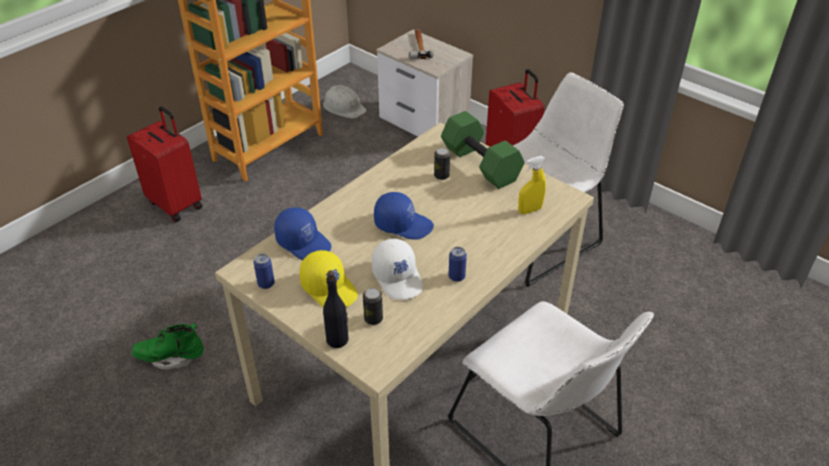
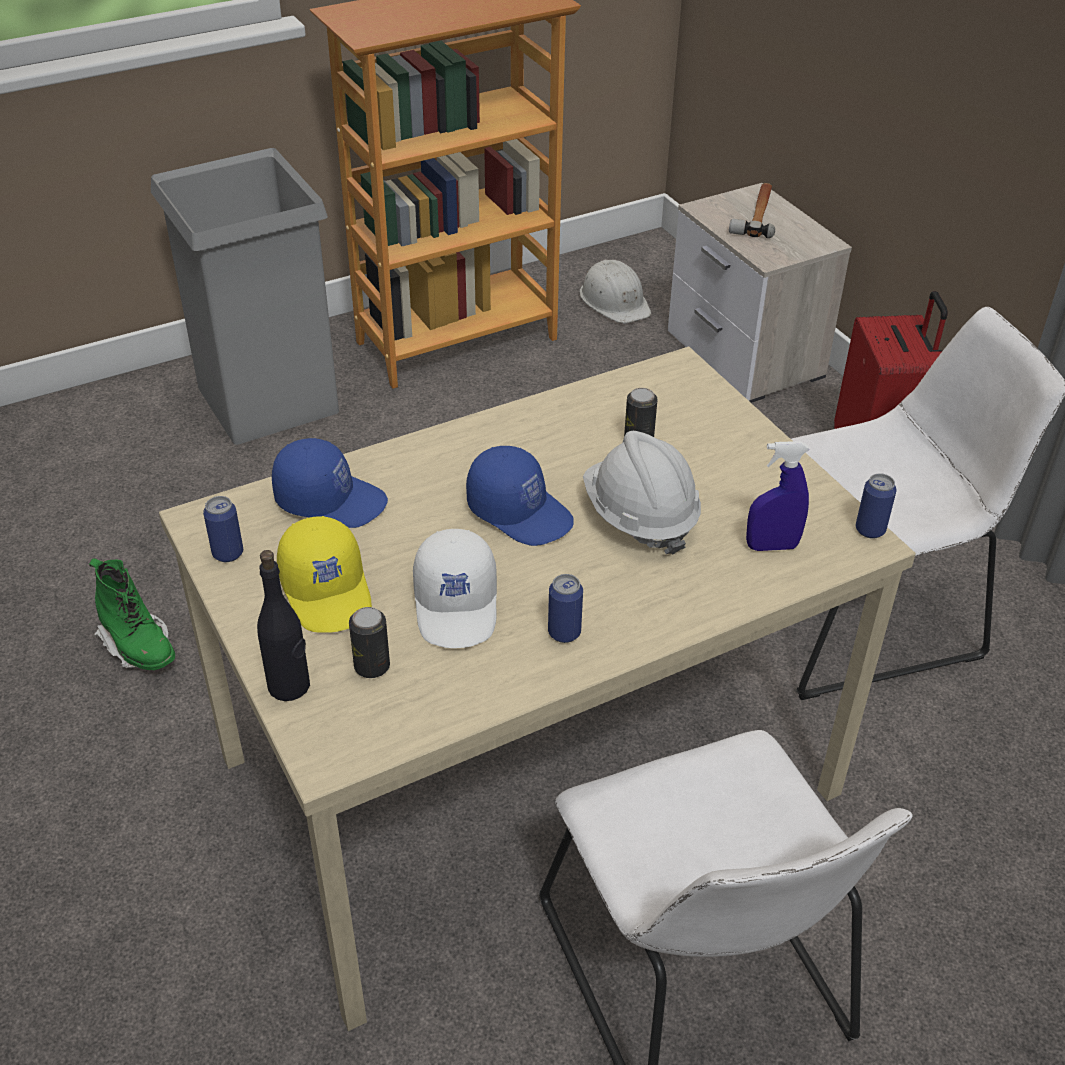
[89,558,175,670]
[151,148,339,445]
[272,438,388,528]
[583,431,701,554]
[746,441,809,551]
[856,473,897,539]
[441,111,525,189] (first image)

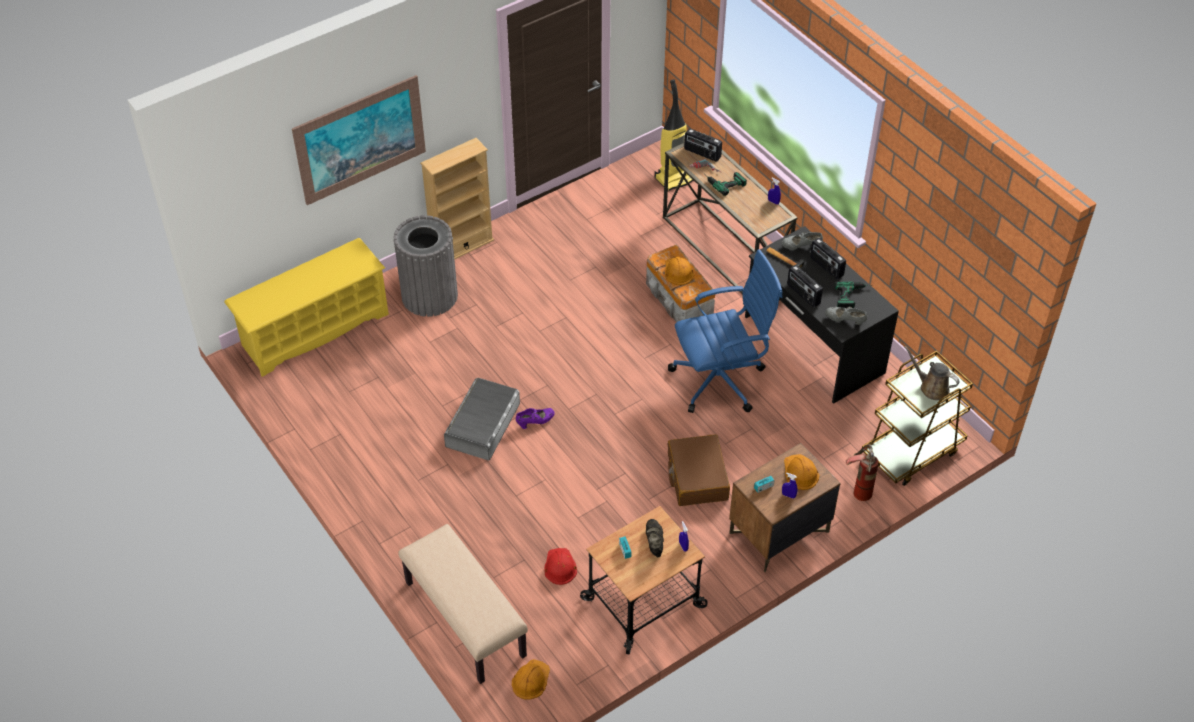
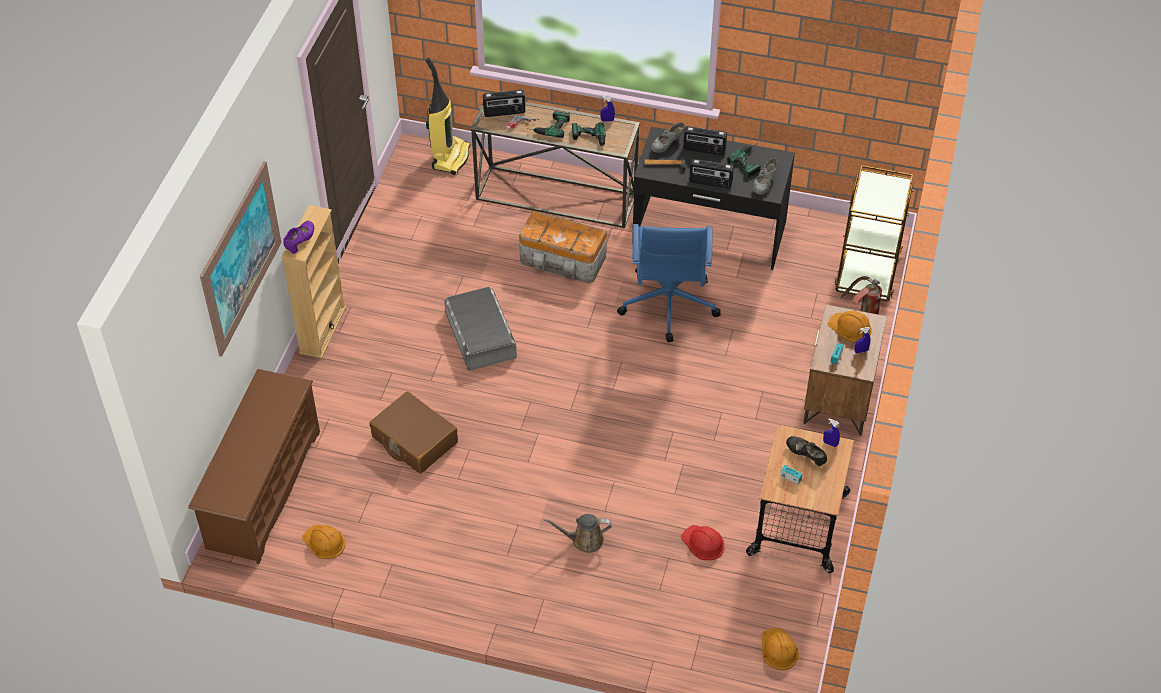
[188,369,320,564]
[283,221,314,254]
[302,525,345,559]
[370,391,458,474]
[444,287,517,371]
[544,514,612,553]
[572,122,606,151]
[617,224,721,342]
[753,158,778,195]
[394,215,458,317] (first image)
[398,524,528,684] (first image)

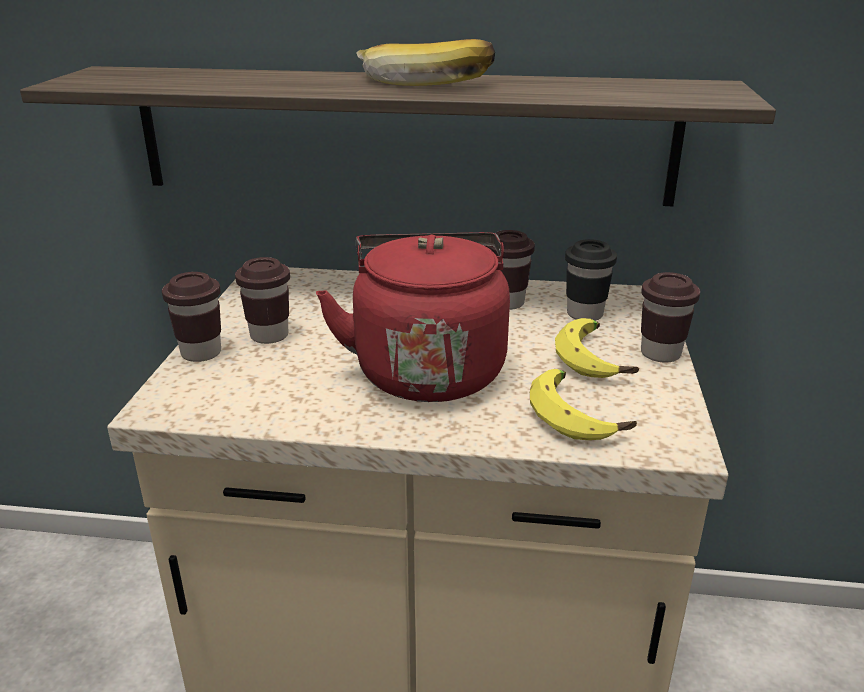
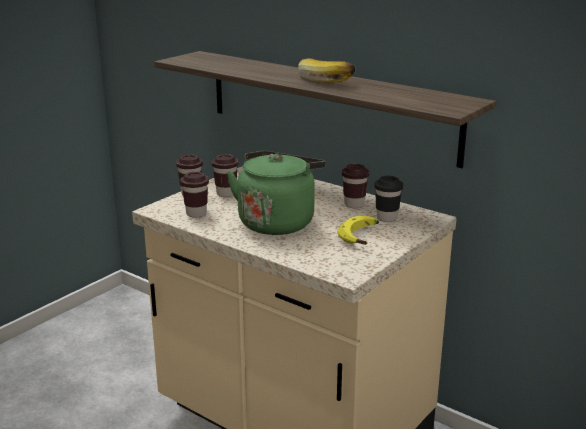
[180,172,209,218]
[226,151,326,235]
[530,369,637,440] (first image)

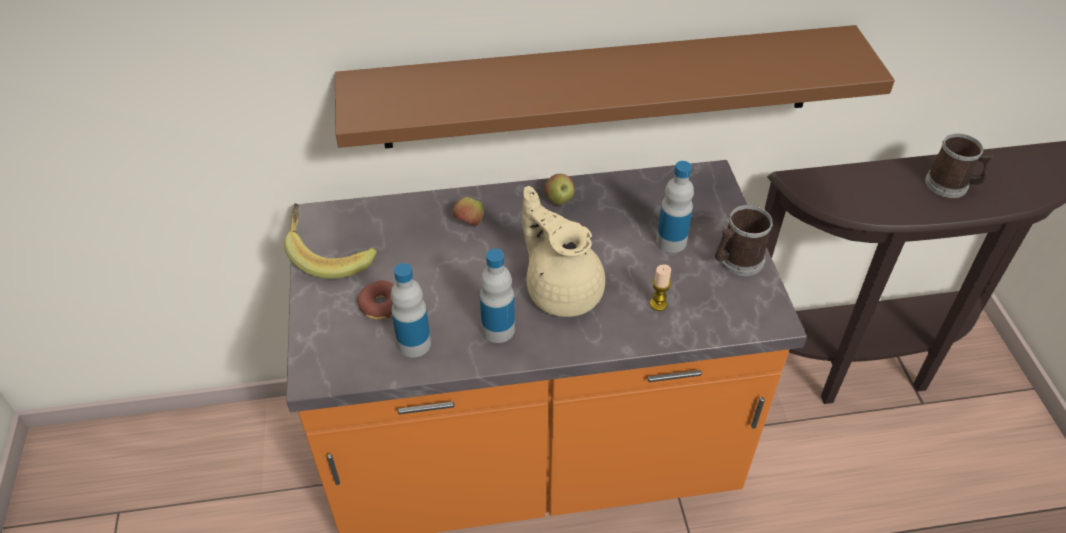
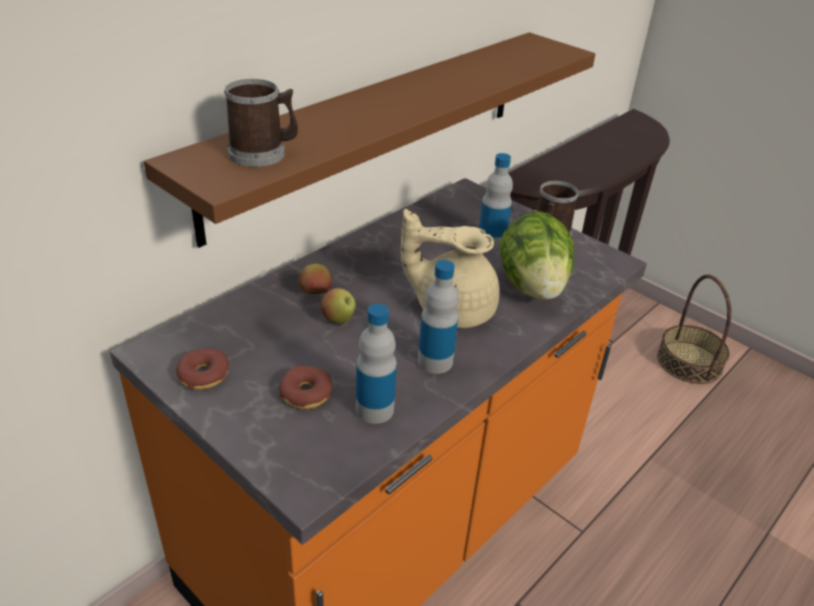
[176,349,229,390]
[224,79,298,167]
[321,288,356,324]
[499,211,574,300]
[657,274,731,384]

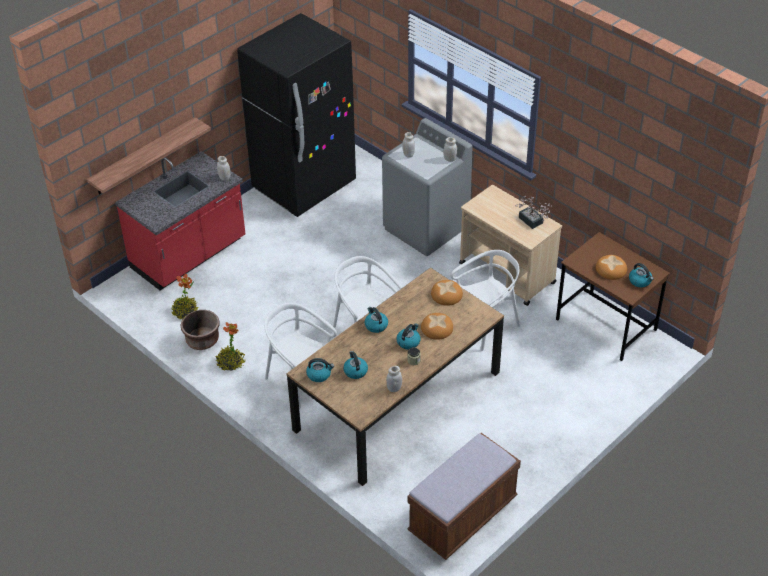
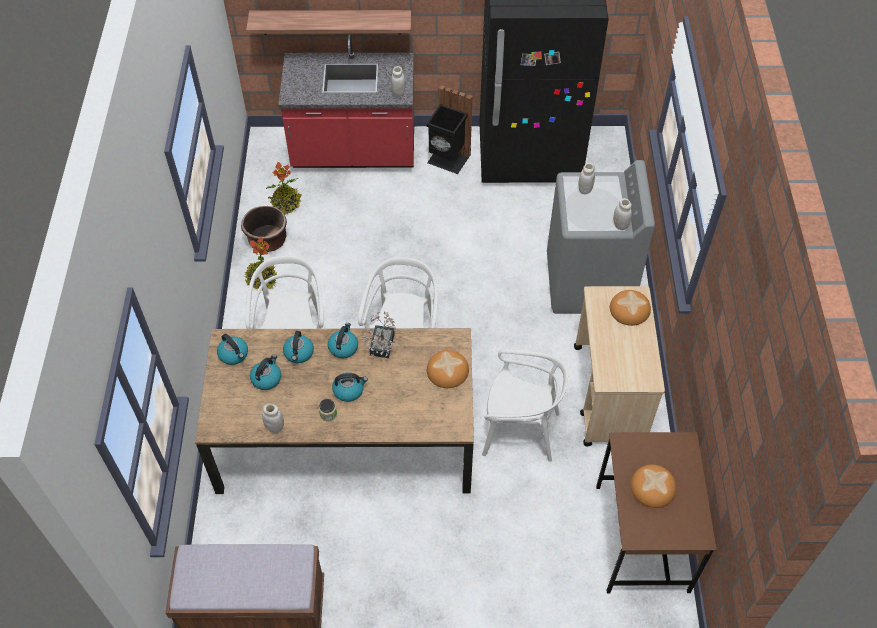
[283,331,314,363]
[362,311,397,358]
[426,85,473,174]
[610,290,651,326]

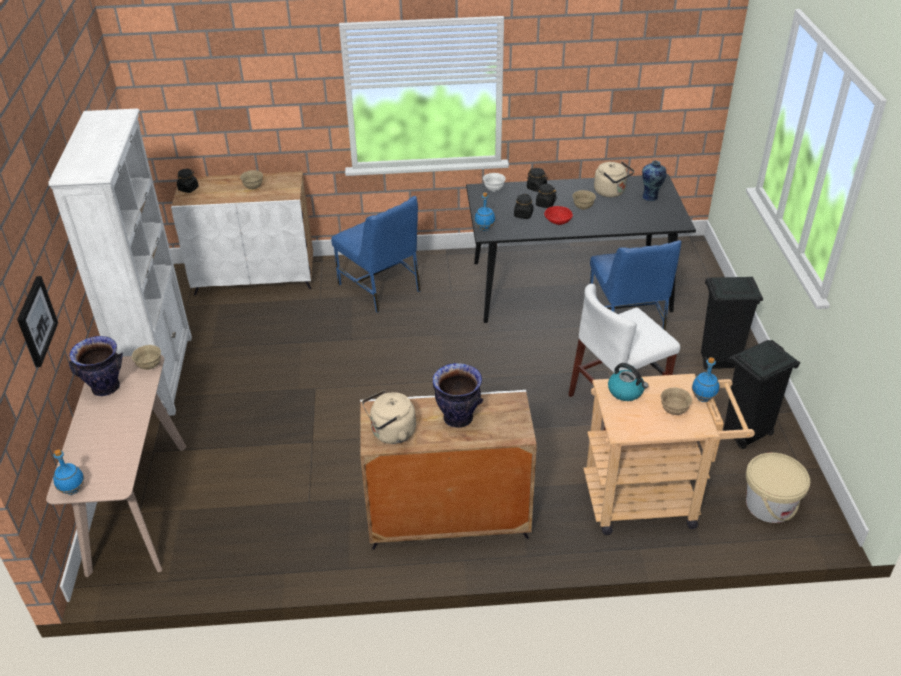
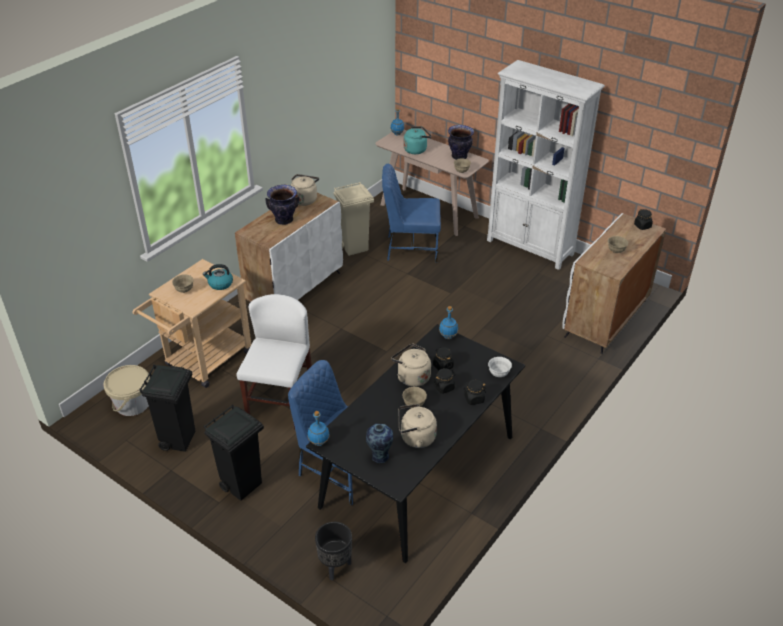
[308,411,330,446]
[315,522,352,580]
[333,182,374,256]
[382,164,441,263]
[391,343,431,387]
[404,126,431,154]
[17,276,58,367] (first image)

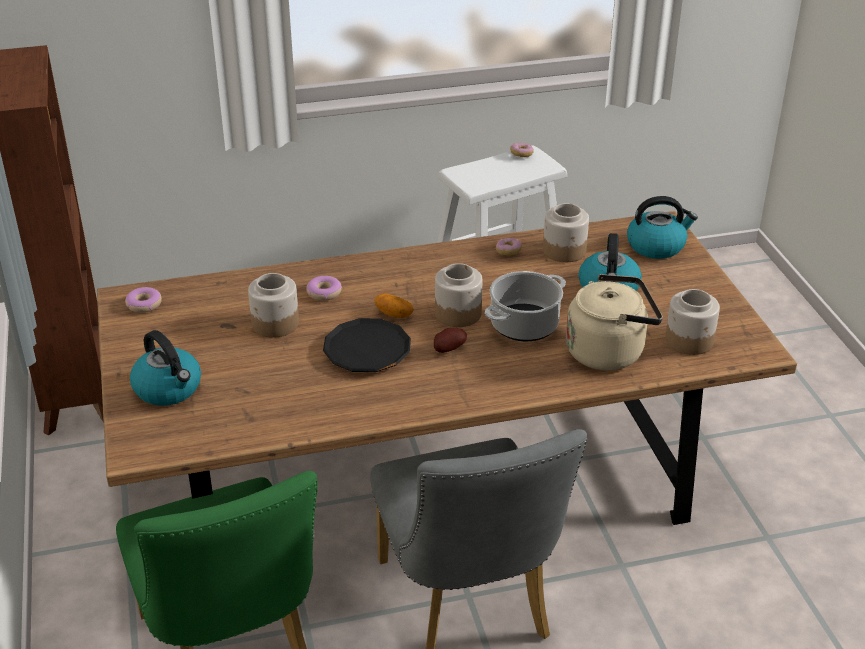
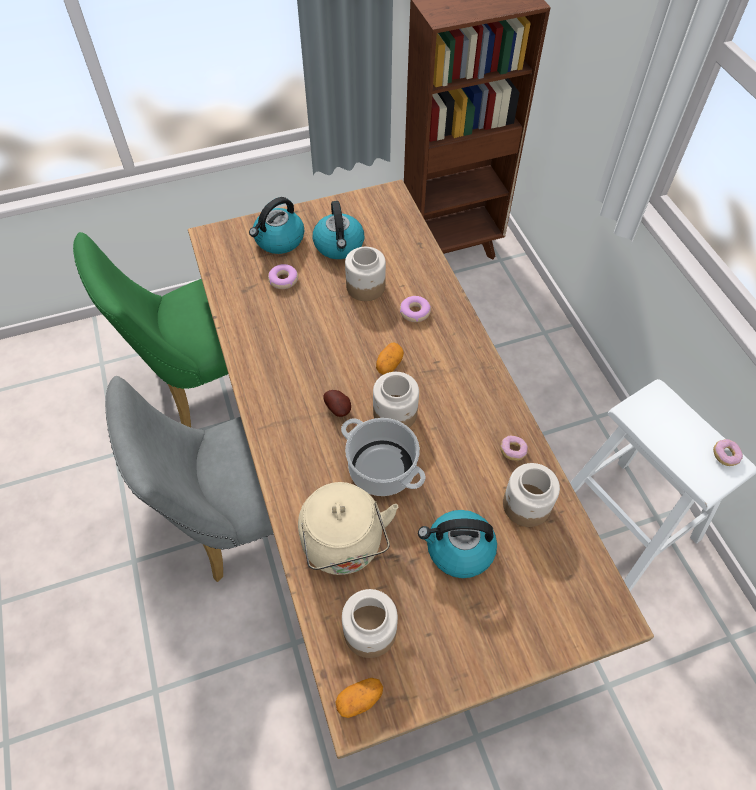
[268,264,298,289]
[313,201,364,259]
[336,678,383,718]
[323,318,411,372] (first image)

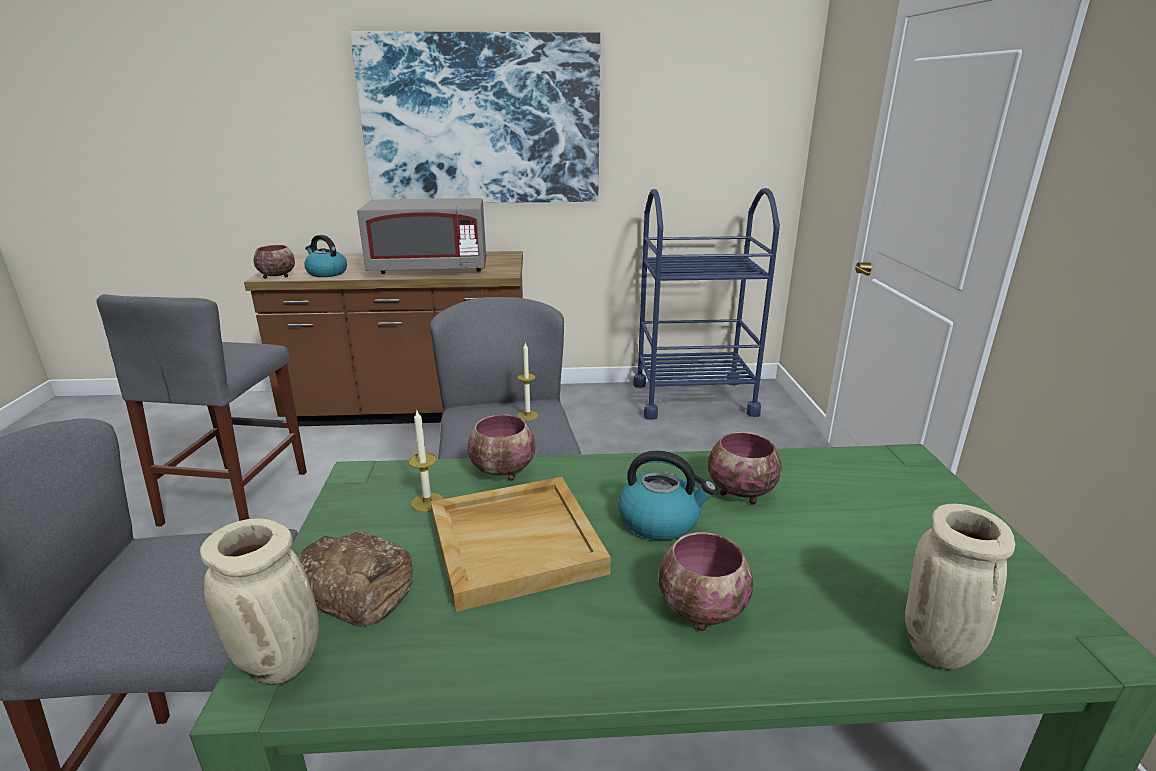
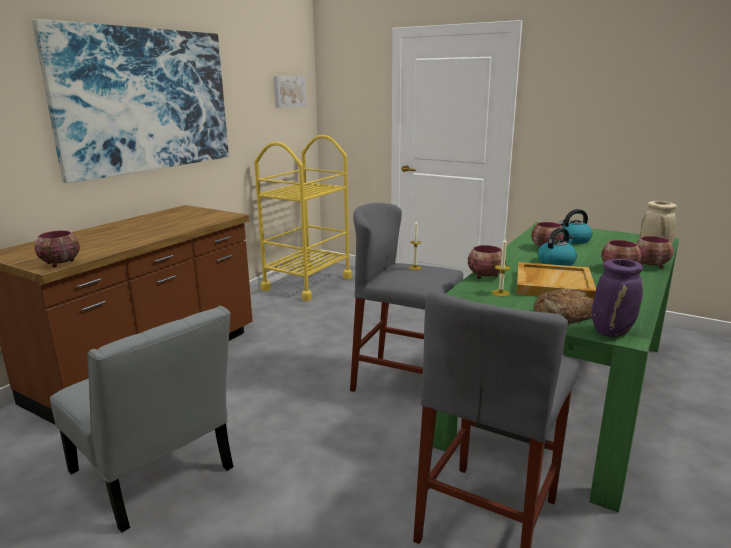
[50,306,233,533]
[254,135,352,301]
[274,76,307,108]
[558,209,593,244]
[592,259,643,337]
[636,236,673,268]
[357,198,486,274] (first image)

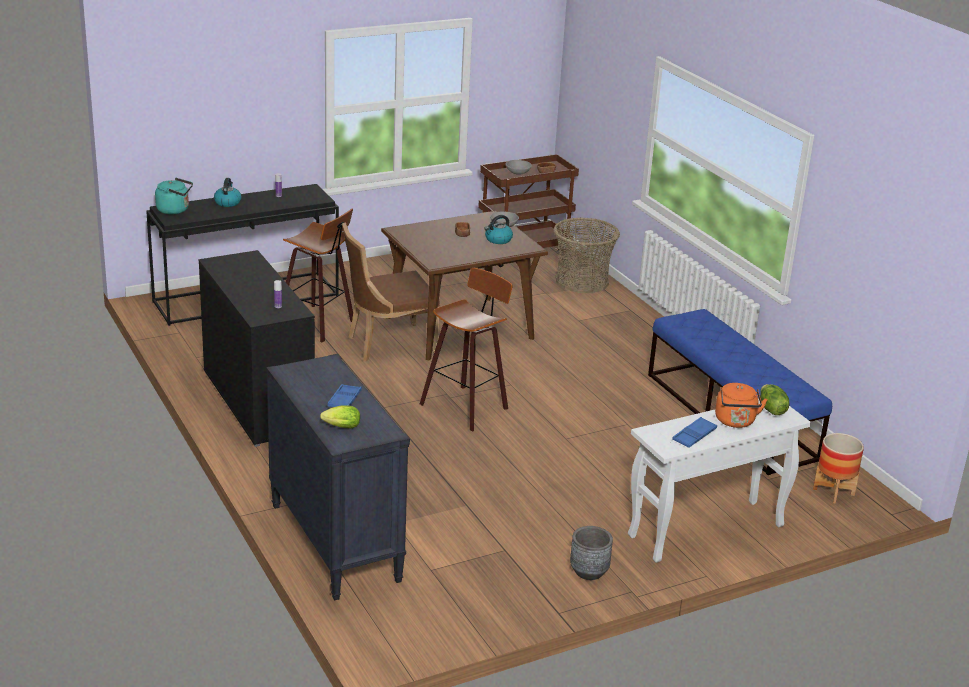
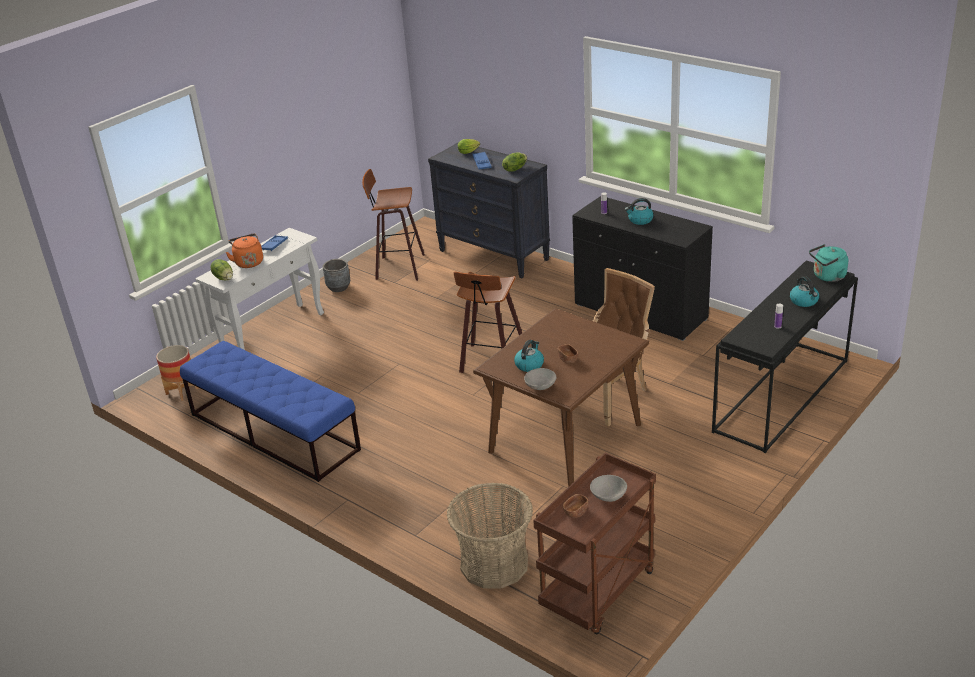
[362,169,425,281]
[502,152,527,171]
[625,198,654,225]

